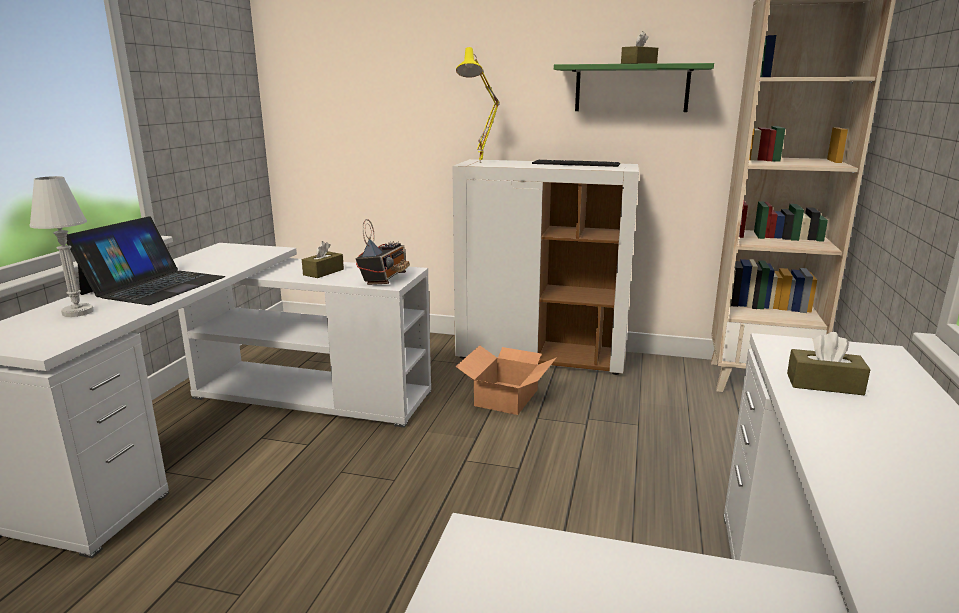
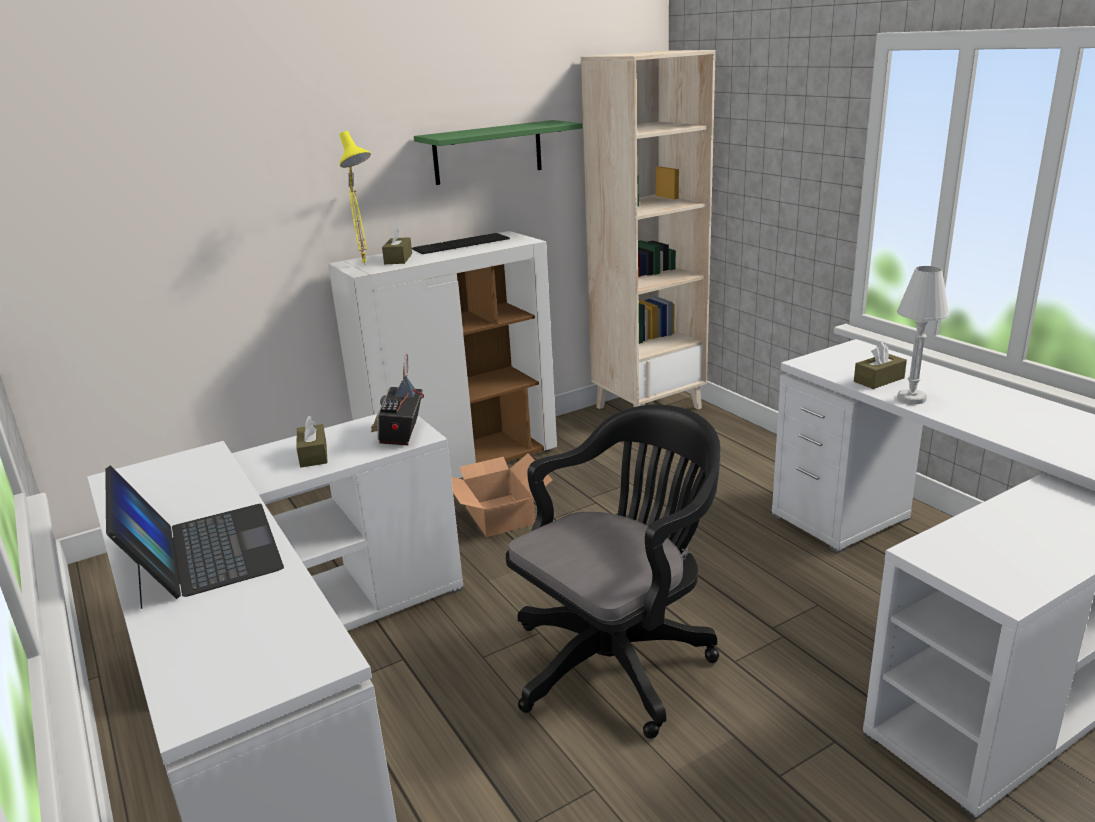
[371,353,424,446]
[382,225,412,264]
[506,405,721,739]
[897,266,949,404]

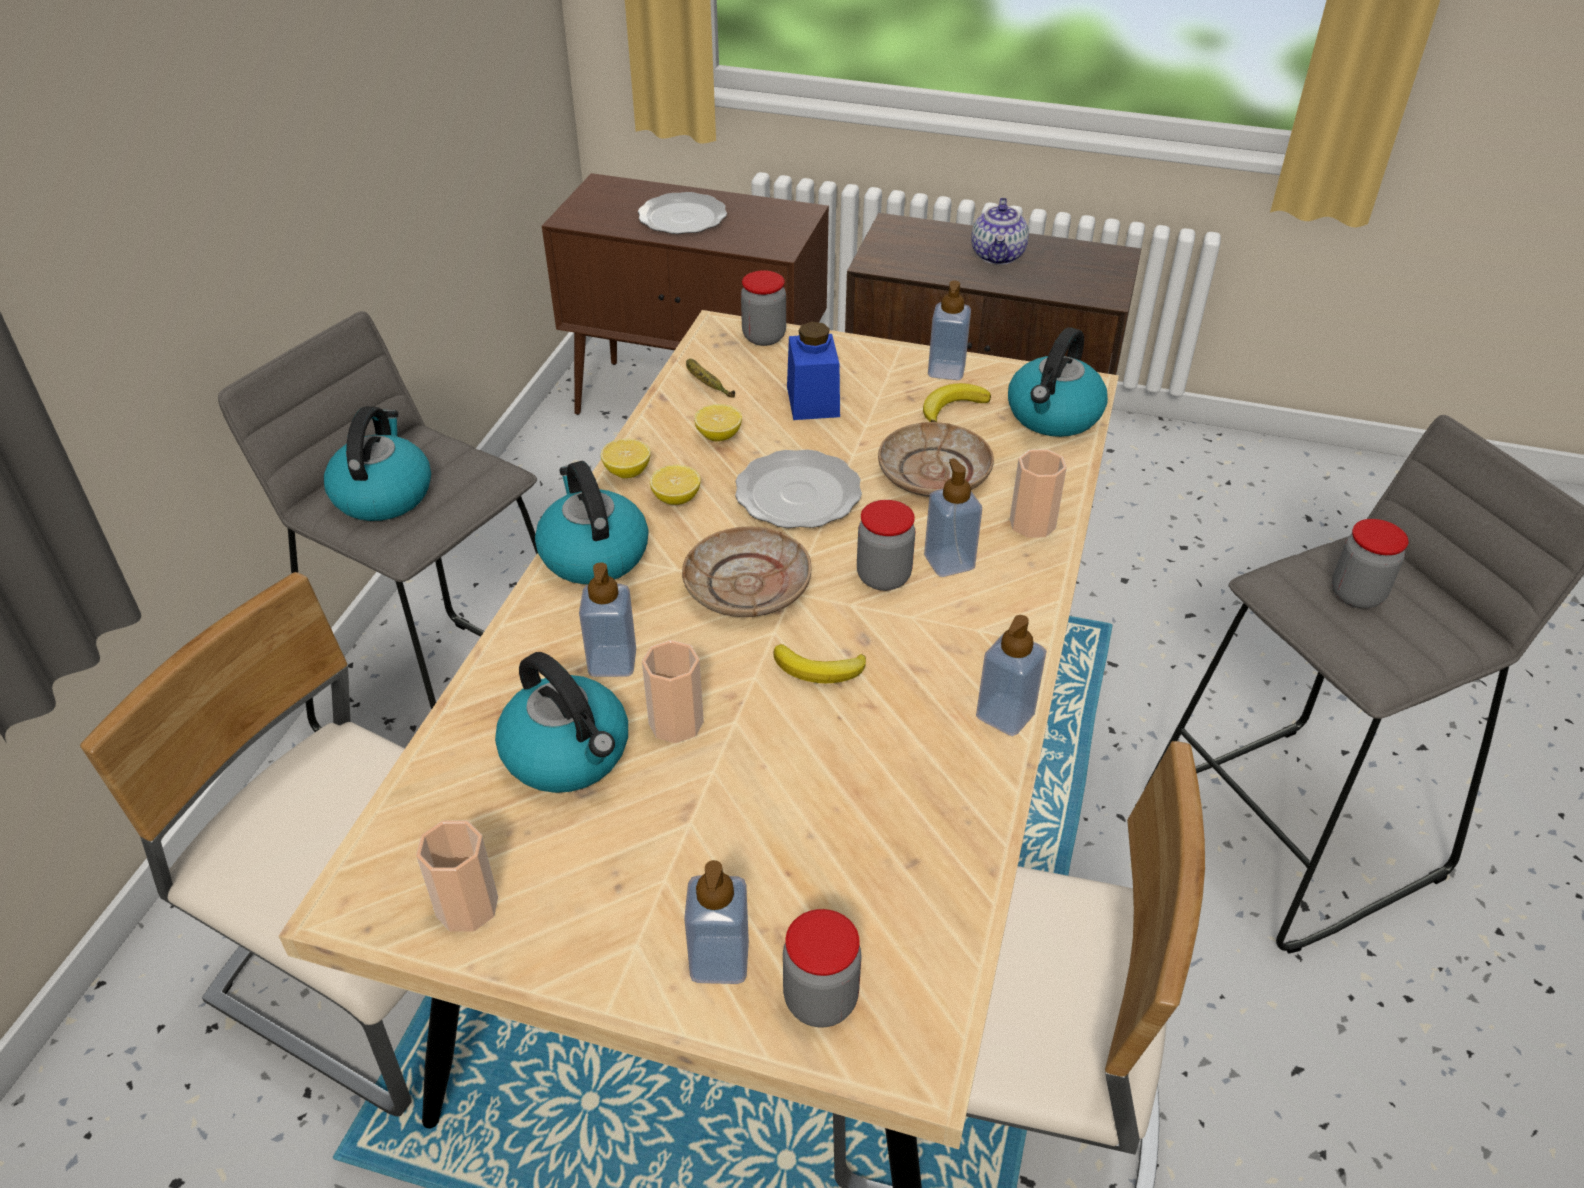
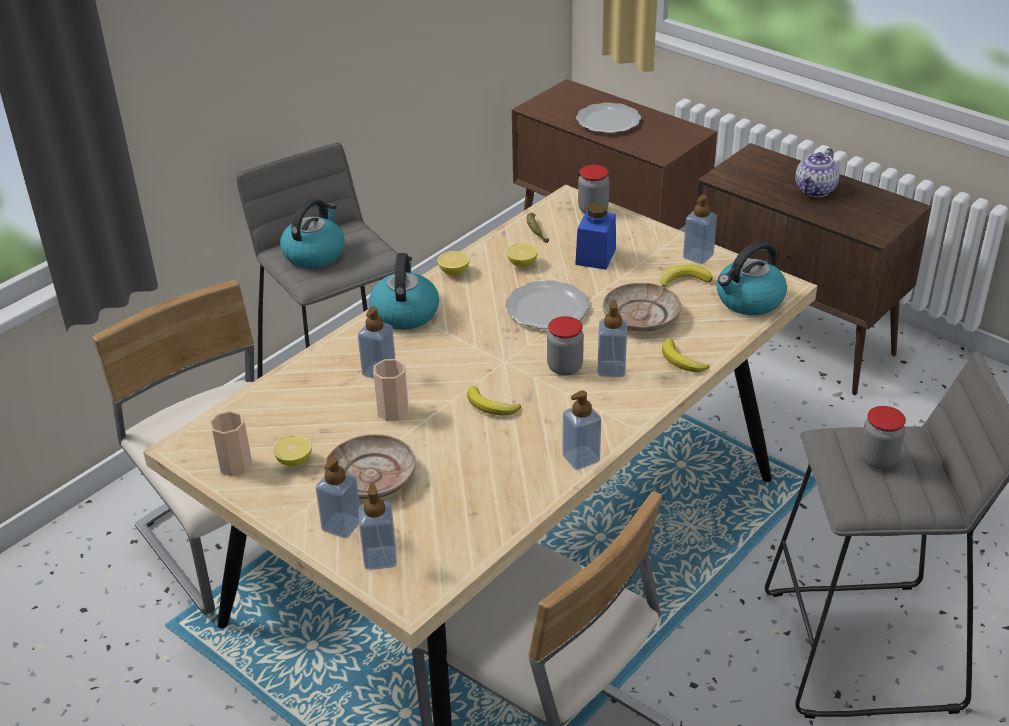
[273,435,312,466]
[324,434,416,499]
[358,482,397,570]
[662,339,709,372]
[495,652,628,793] (first image)

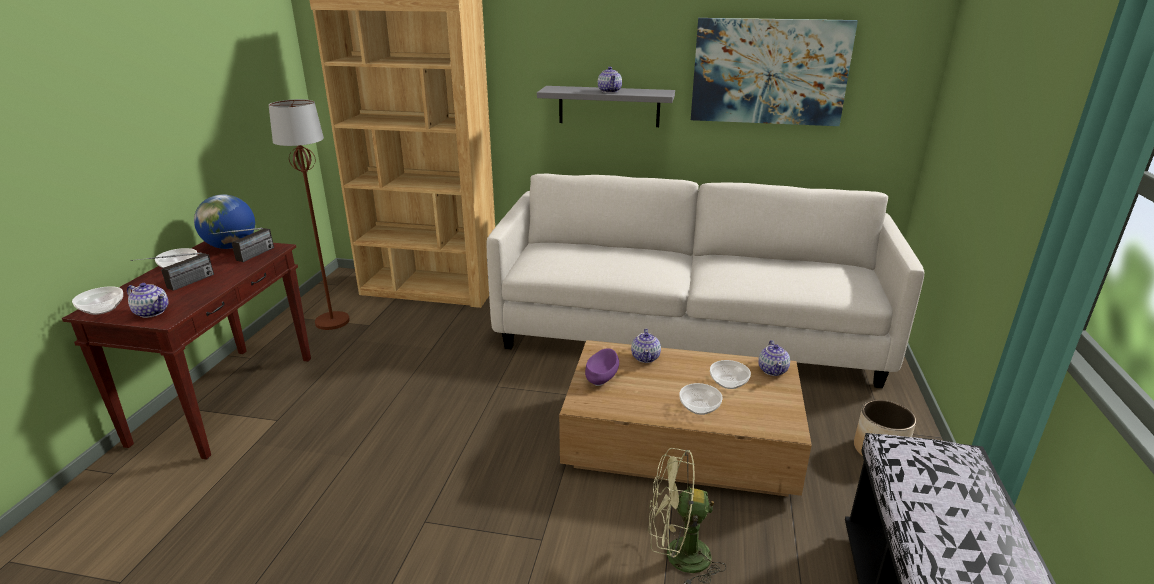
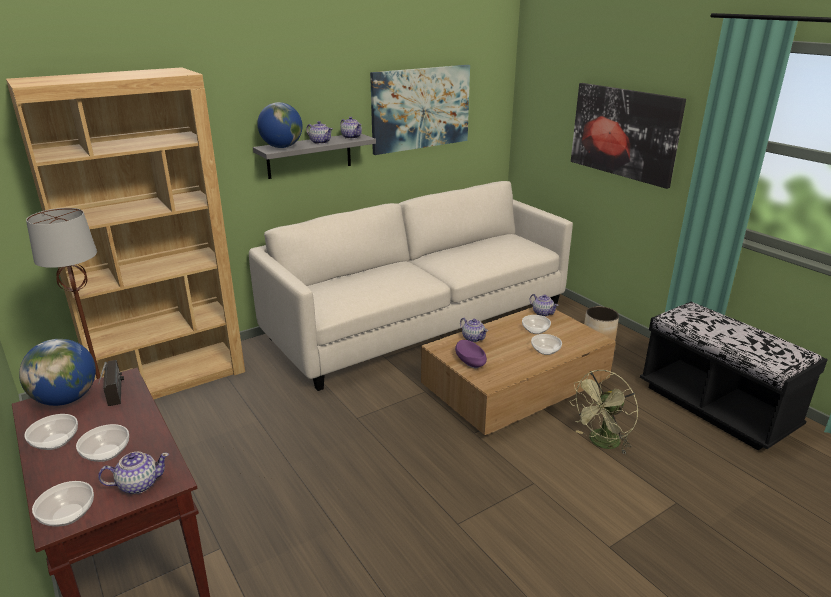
[76,424,129,462]
[257,102,303,148]
[340,117,362,139]
[571,83,686,189]

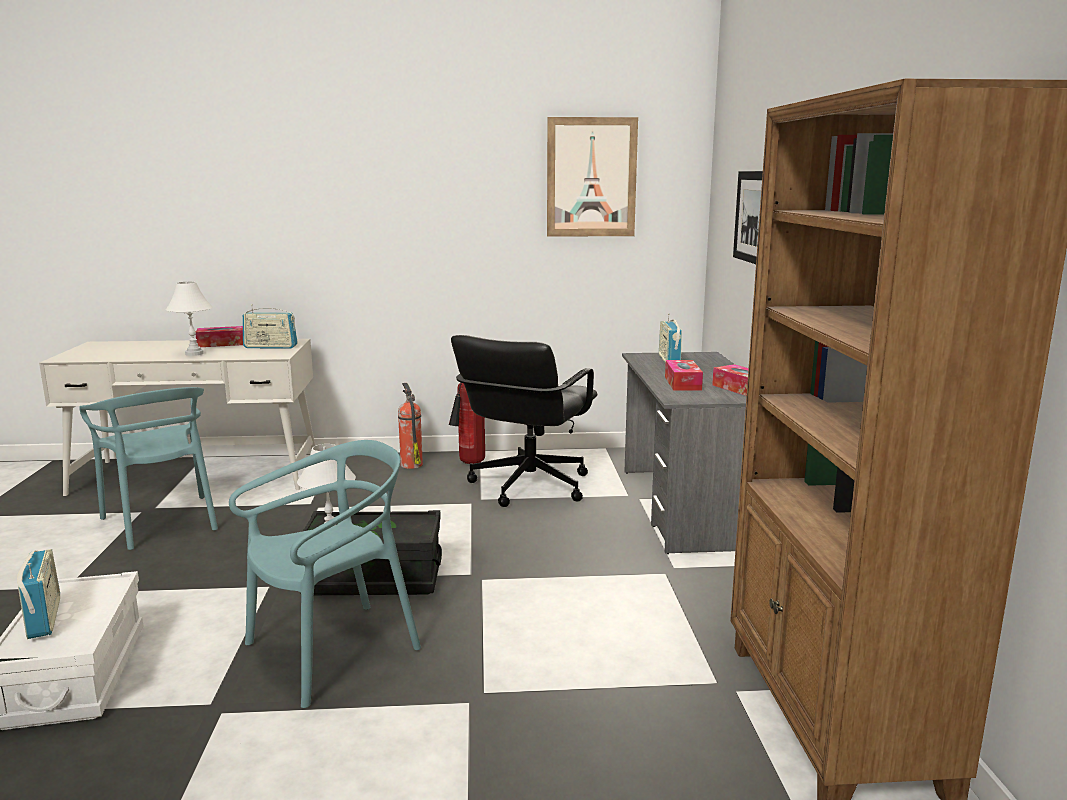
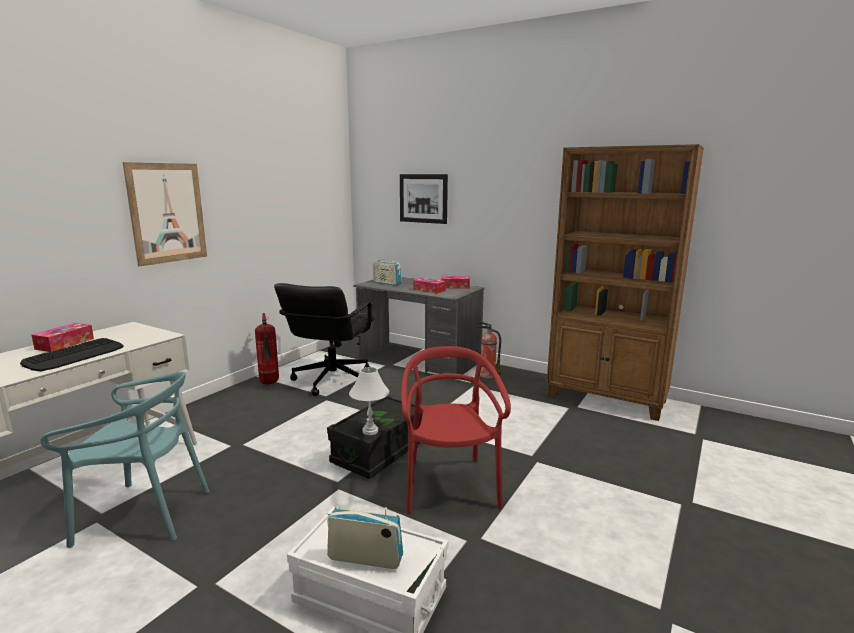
[20,338,124,371]
[123,162,207,267]
[274,283,375,396]
[401,346,511,513]
[475,321,501,379]
[243,304,298,348] (first image)

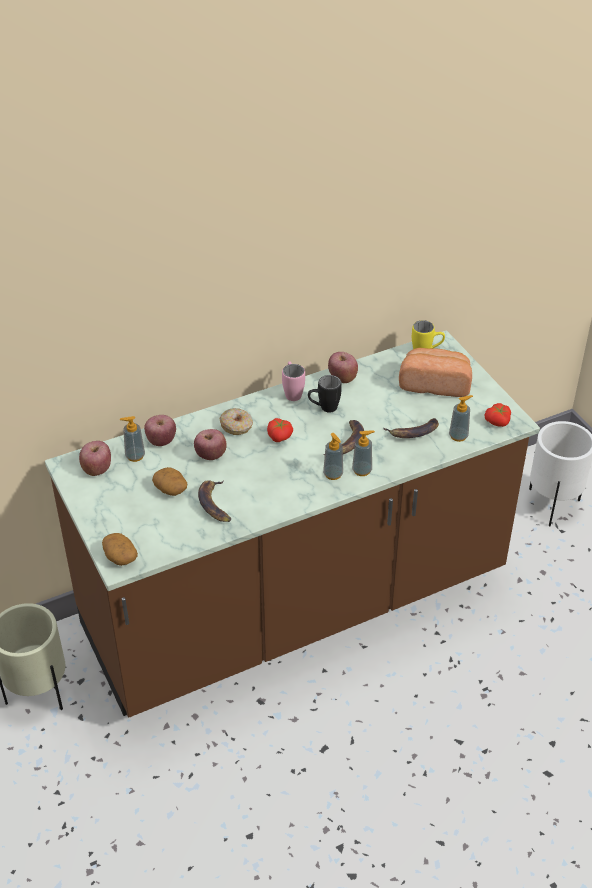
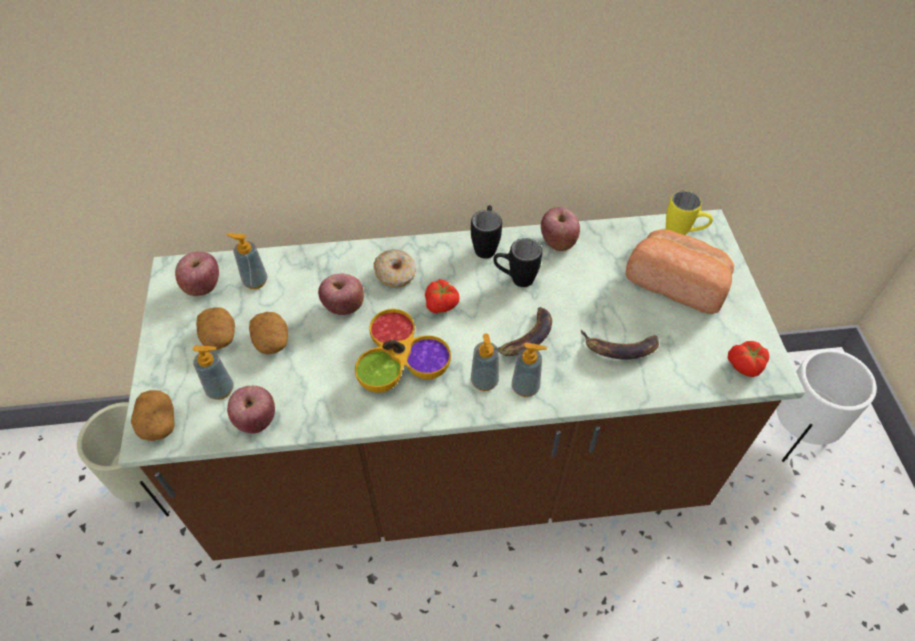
[193,346,233,400]
[196,307,235,349]
[227,386,275,433]
[355,309,451,393]
[471,205,502,259]
[198,480,231,522] (first image)

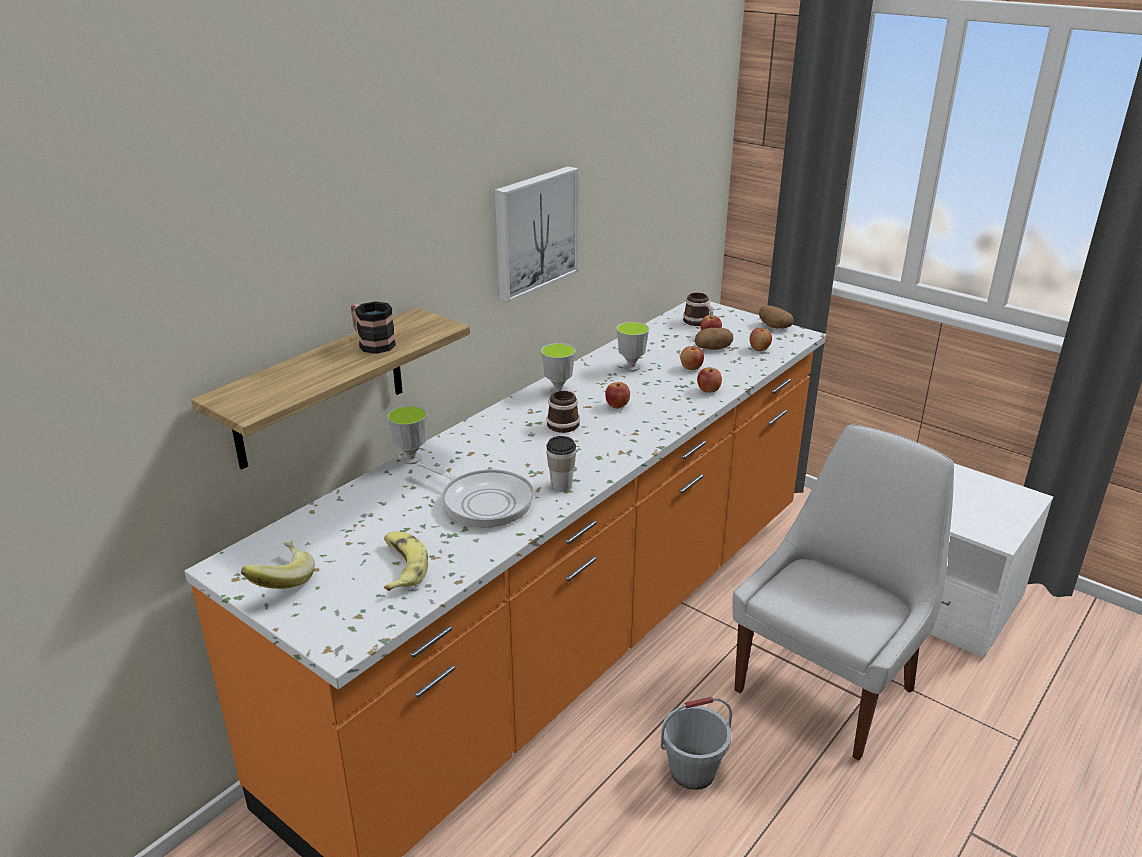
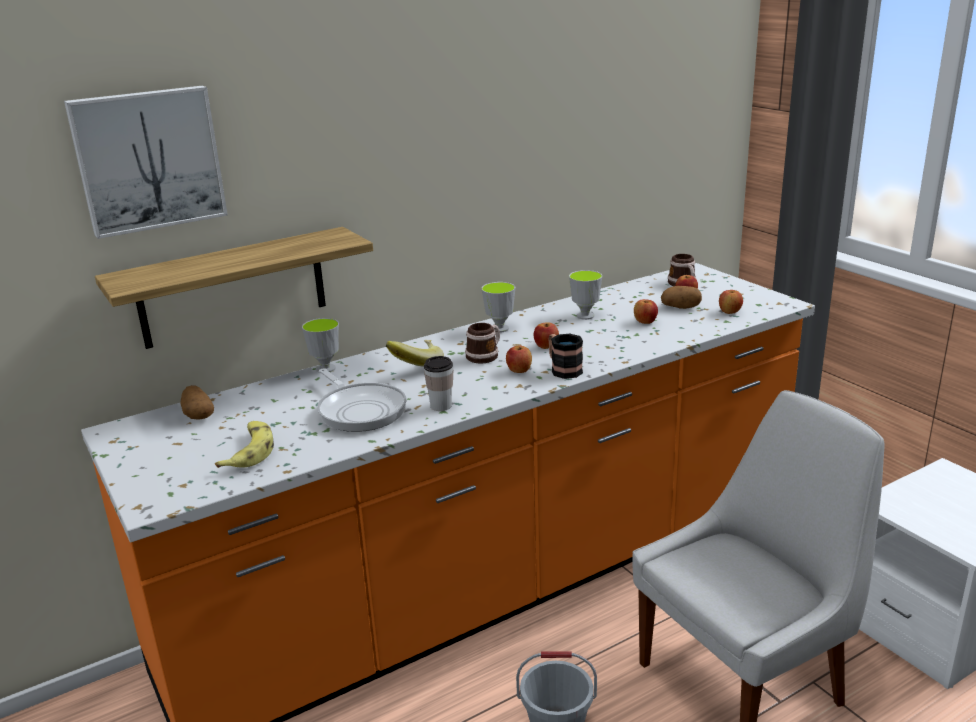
[64,86,228,239]
[180,385,214,420]
[386,340,444,367]
[506,346,532,373]
[548,334,583,379]

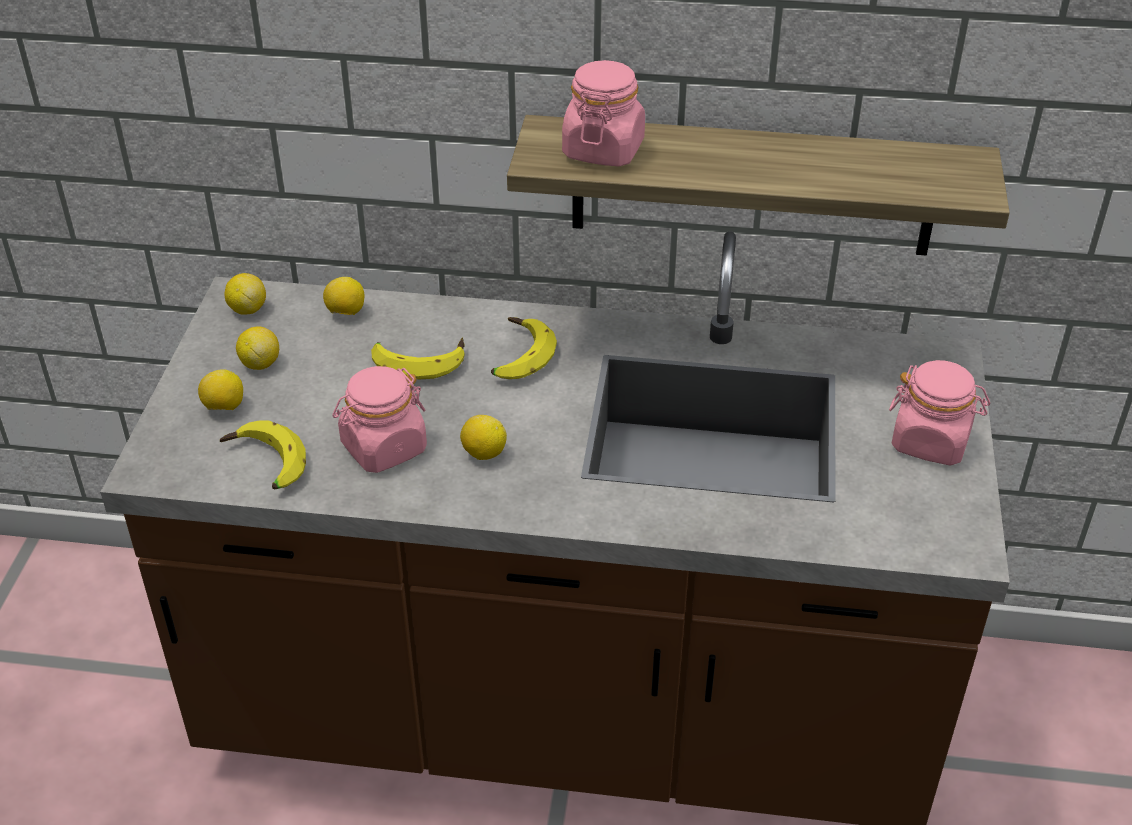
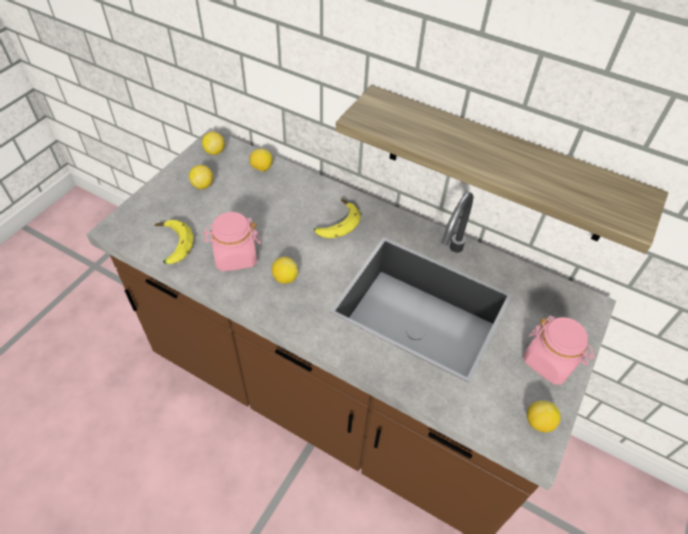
[527,400,561,433]
[371,337,464,380] (first image)
[562,60,645,166] (first image)

